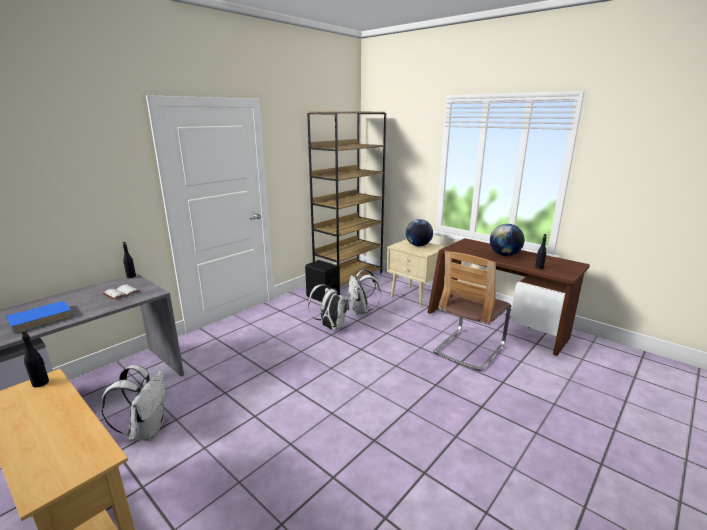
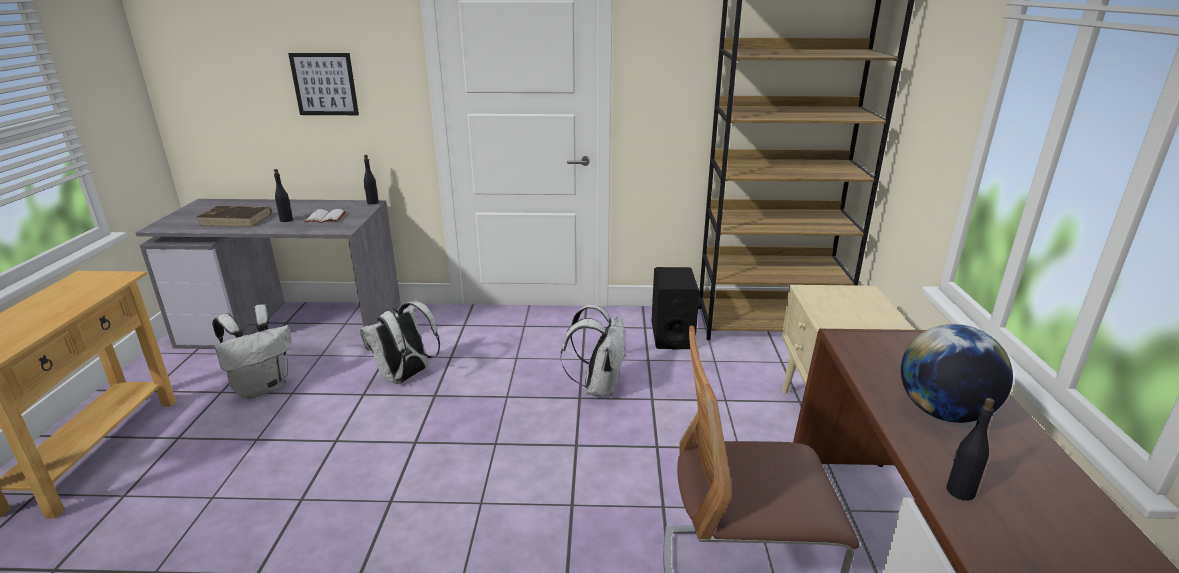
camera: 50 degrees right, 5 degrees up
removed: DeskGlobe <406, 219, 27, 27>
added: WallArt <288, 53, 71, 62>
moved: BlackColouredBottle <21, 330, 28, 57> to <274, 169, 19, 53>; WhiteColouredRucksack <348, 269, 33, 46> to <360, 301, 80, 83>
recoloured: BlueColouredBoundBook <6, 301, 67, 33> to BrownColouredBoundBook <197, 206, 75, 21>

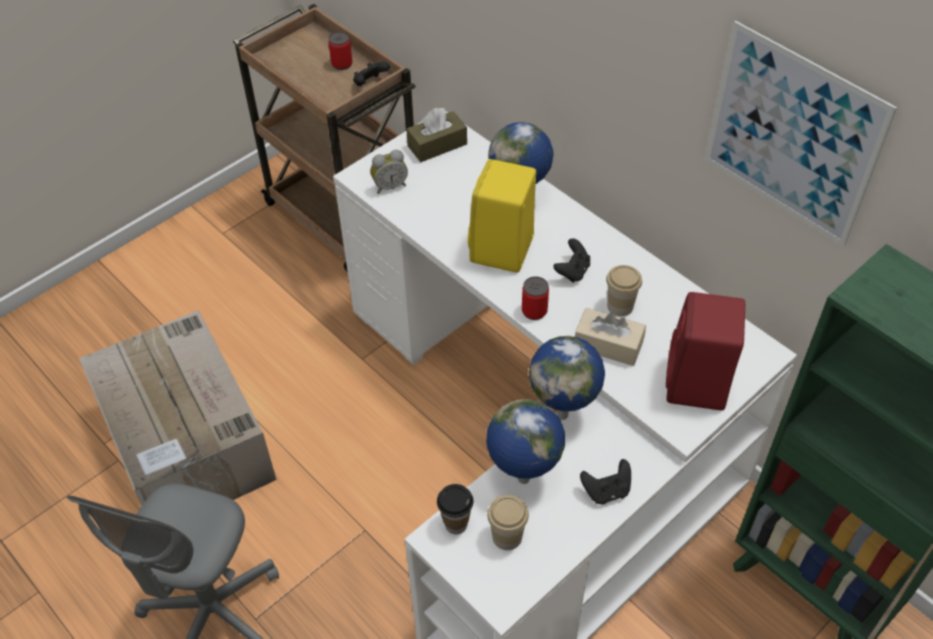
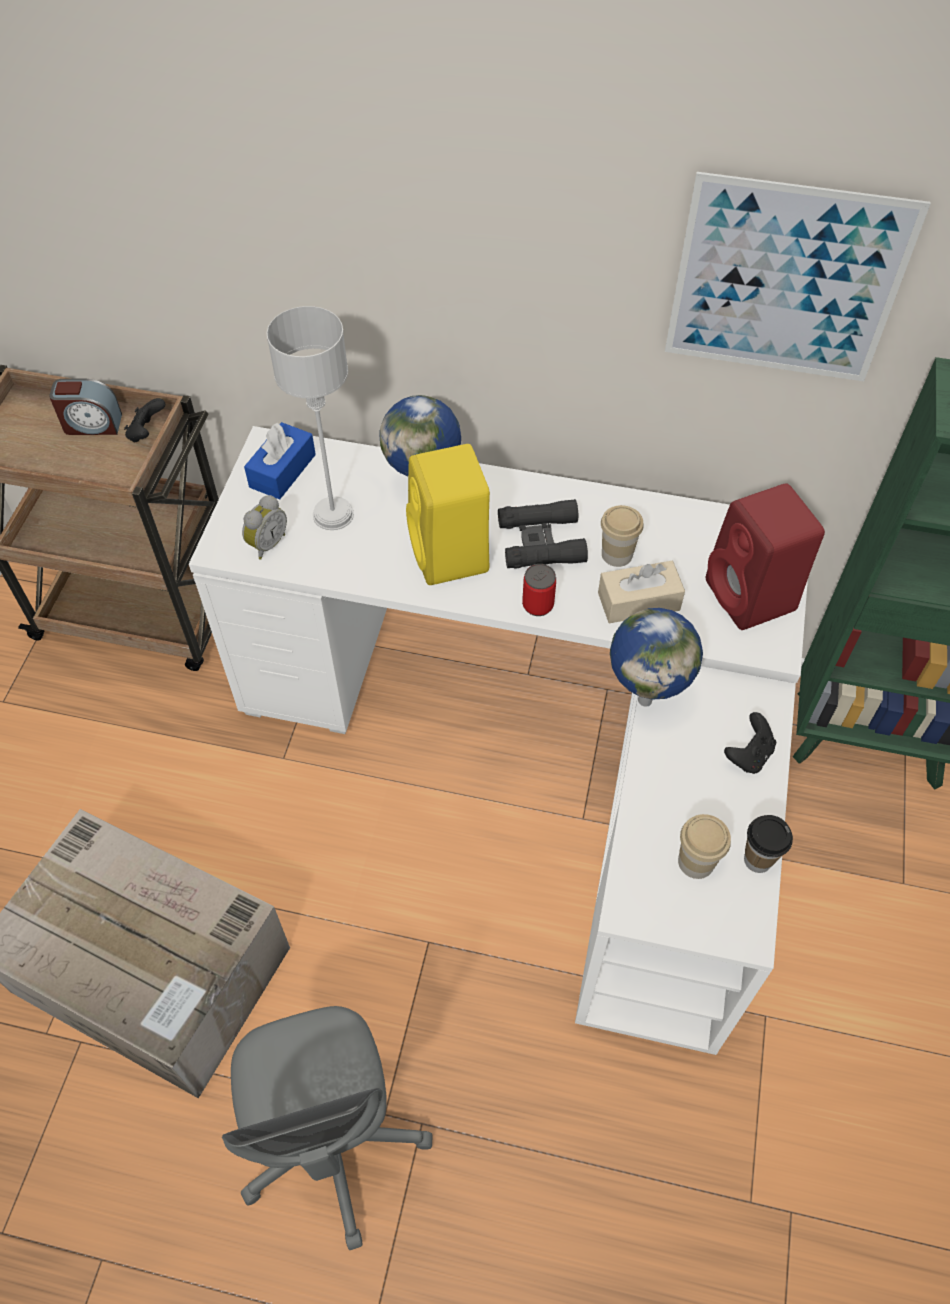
camera: 35 degrees left, 5 degrees up
removed: DeskGlobe <486, 399, 79, 85>
added: GreyLampForATable <267, 306, 87, 224>
moved: SmallCup <437, 484, 36, 50> to <744, 815, 49, 58>
replaced: MetalCan <328, 32, 24, 38> to AlarmClock <49, 379, 73, 56>; BlackColouredGameController <553, 238, 37, 45> to BlackColouredPairOfBinoculars <498, 499, 90, 69>
recoloured: BrownColouredTissueHolder <406, 108, 61, 54> to BlueColouredTissueHolder <244, 422, 72, 77>

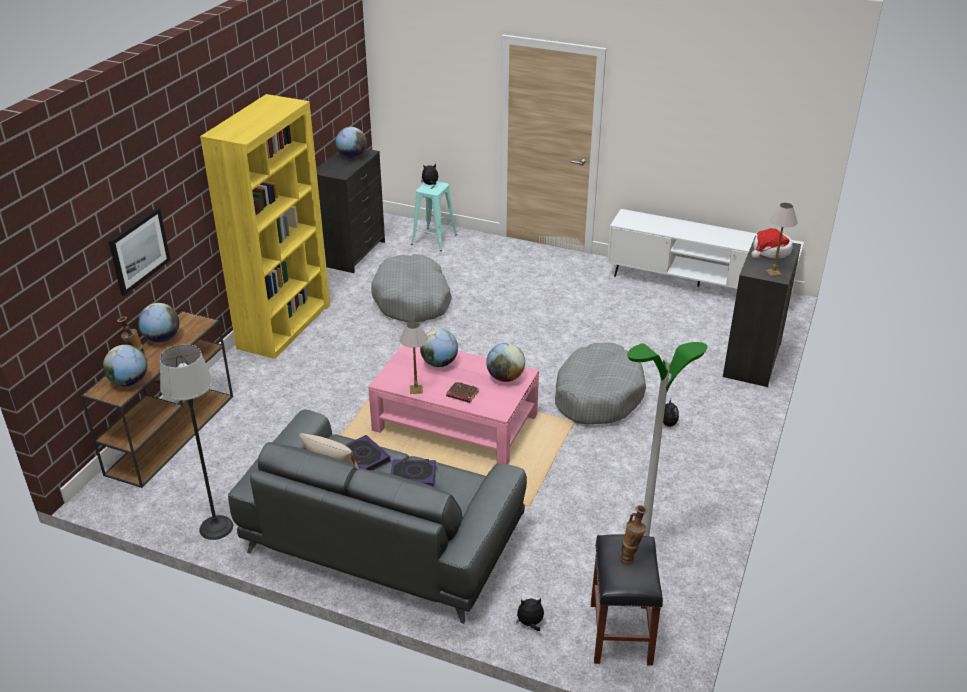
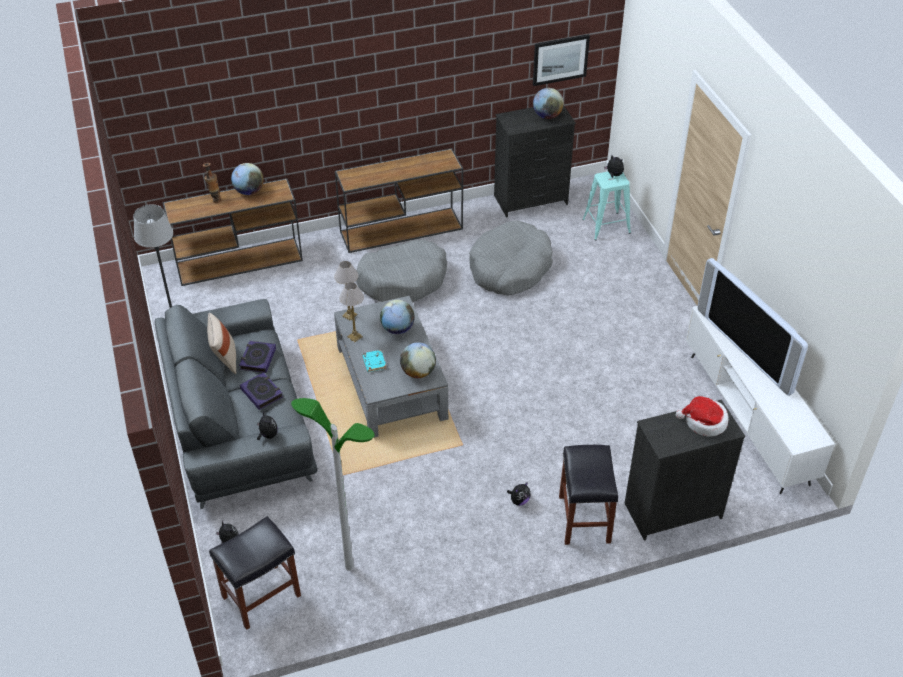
camera: 50 degrees right, 10 degrees up
removed: DeskGlobe <103, 345, 44, 42>; FlowerVase <620, 505, 27, 59>
added: CuddlyToy <257, 411, 21, 29>; BlackColouredSittingStool <559, 445, 59, 100>; Television <697, 258, 111, 138>
moved: WallArt <109, 208, 62, 88> to <533, 34, 57, 52>; GreyDogBed <555, 342, 91, 83> to <356, 240, 91, 62>; LampForATable <765, 203, 33, 74> to <334, 261, 24, 60>
replaced: YellowishBookcase <200, 94, 130, 265> to BrownColouredNarrowTable <335, 148, 128, 105>
recoloured: PinkishCoffeeTable <368, 345, 171, 119> to GreyCoffeeTable <334, 296, 114, 141>; BrownColouredBoundBook <446, 381, 33, 22> to BlueGreenBoundBook <362, 350, 25, 22>

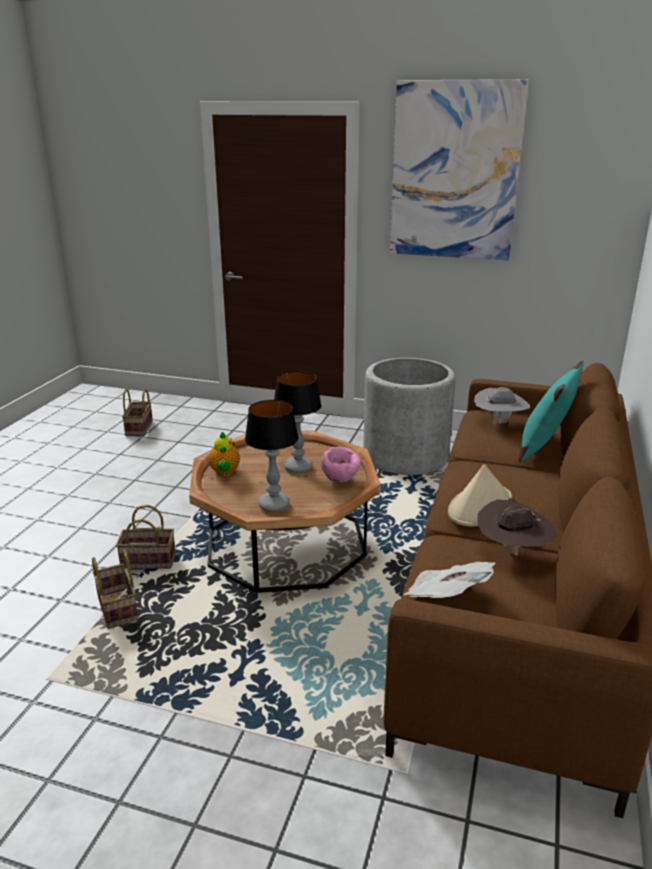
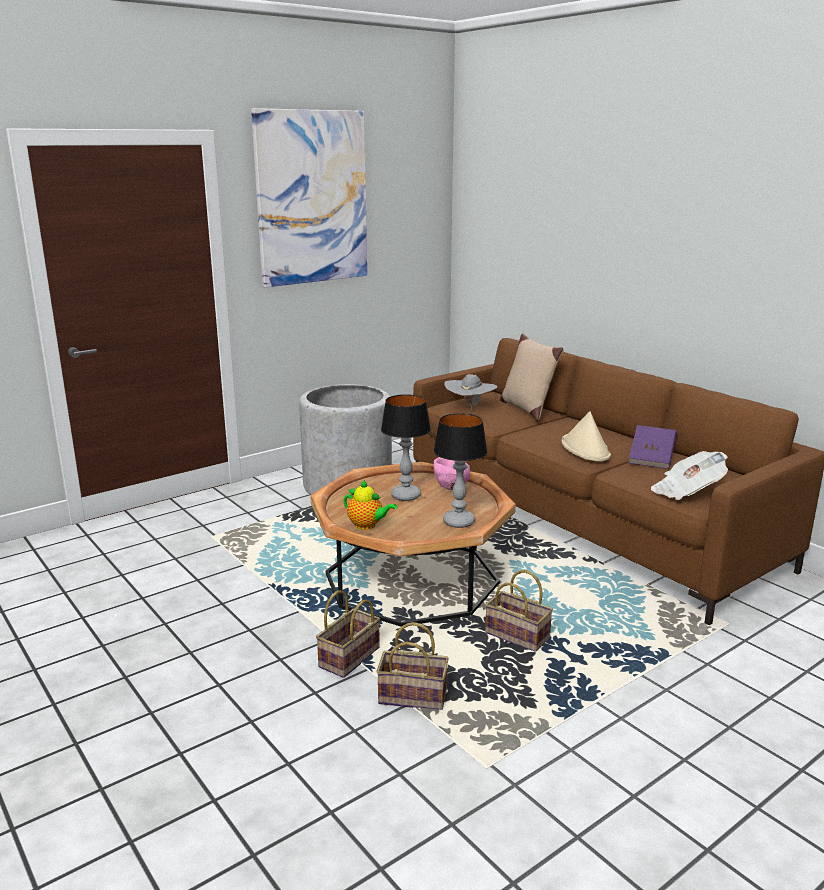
camera: 55 degrees left, 5 degrees down
moved: StorageBasket <122, 389, 31, 47> to <485, 570, 68, 82>
replaced: BrownColouredHat <478, 500, 80, 56> to PurpleBoundBook <629, 425, 48, 44>
recoloured: BlueGreenThrowPillow <519, 361, 65, 101> to BeigeColouredThrowPillow <500, 333, 64, 88>

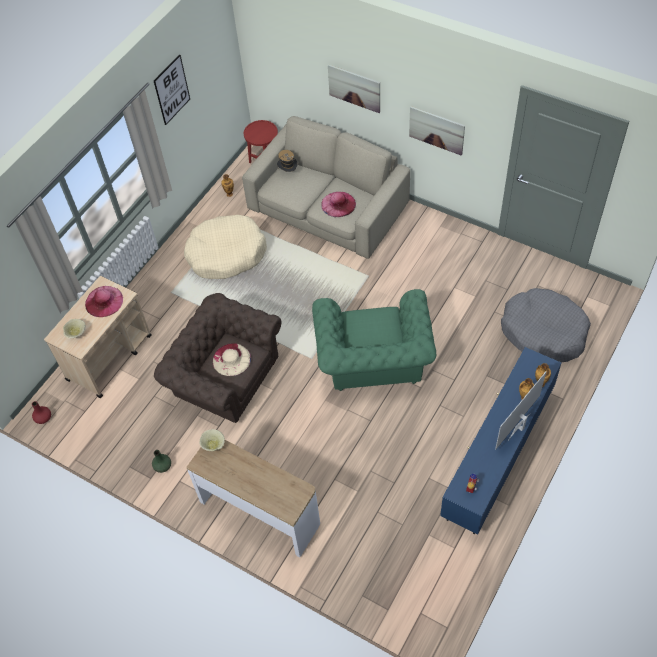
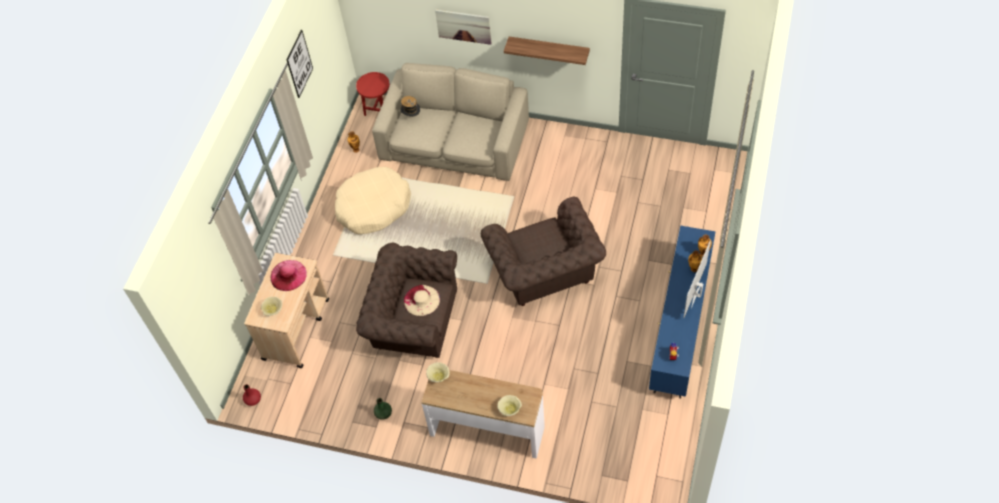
camera: 15 degrees left, 0 degrees up
removed: PinkishHat <321, 192, 35, 25>; GreyDogBed <501, 288, 90, 75>
added: BeigeColouredDeepDish <497, 395, 25, 21>
replaced: WallArt <409, 106, 56, 50> to WallShelf <504, 37, 86, 28>
recoloured: GreenishArmchair <312, 289, 124, 102> to BrownColouredArmchair <481, 197, 125, 109>

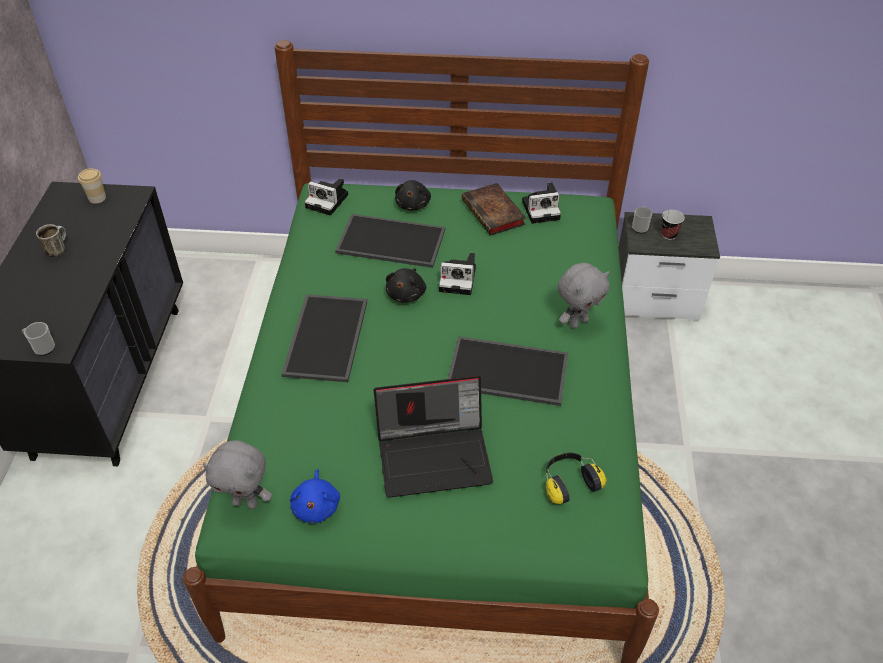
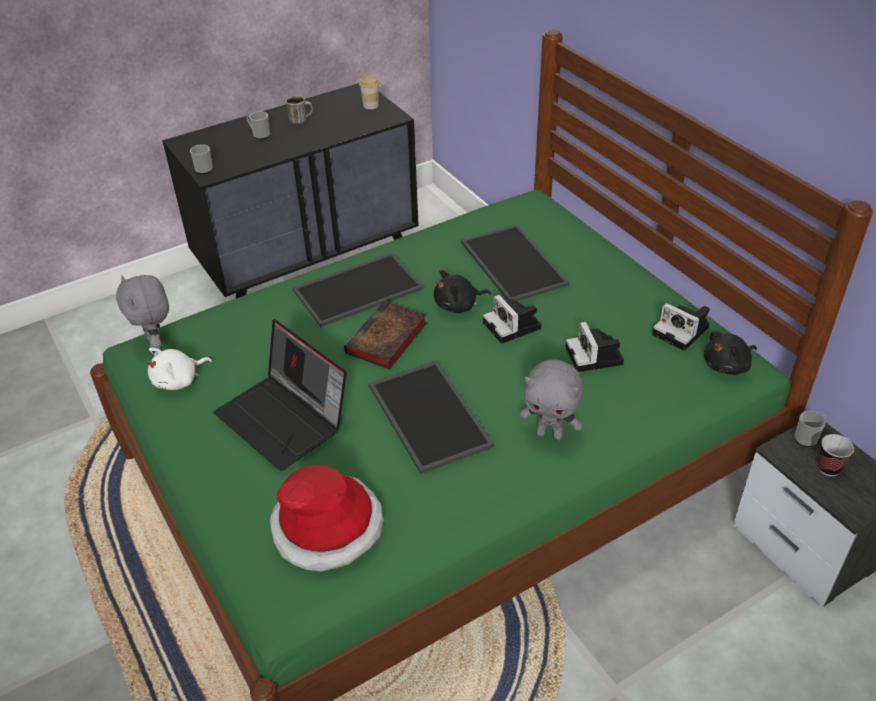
camera: 55 degrees right, 5 degrees down
added: TeaMug <246, 111, 24, 28>
moved: PhotoCamera <304, 178, 44, 38> to <566, 322, 58, 50>; BlackColouredCuddlyToy <395, 180, 36, 31> to <704, 331, 53, 44>; BoundBook <462, 183, 64, 53> to <344, 300, 83, 70>
replaced: Headset <546, 453, 60, 51> to Hat <270, 465, 113, 106>
recoloured: BlueColouredCuddlyToy <290, 469, 50, 54> to WhiteColouredCuddlyToy <146, 348, 66, 42>

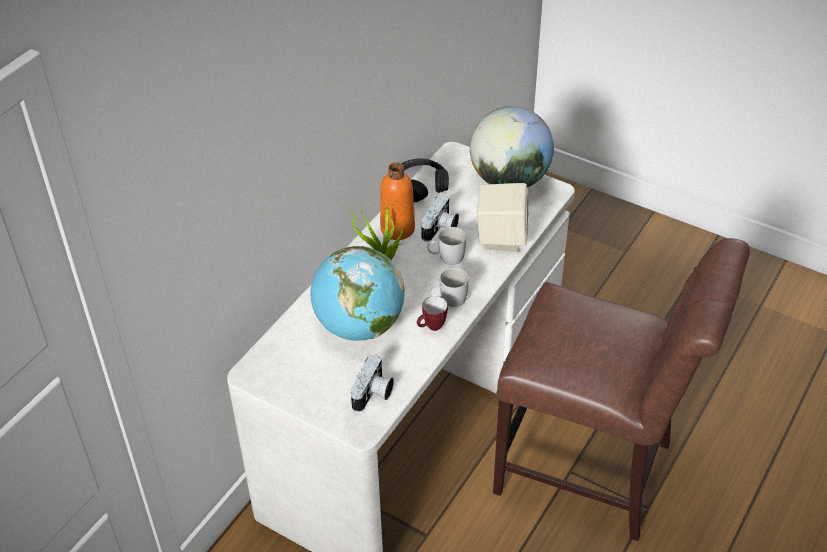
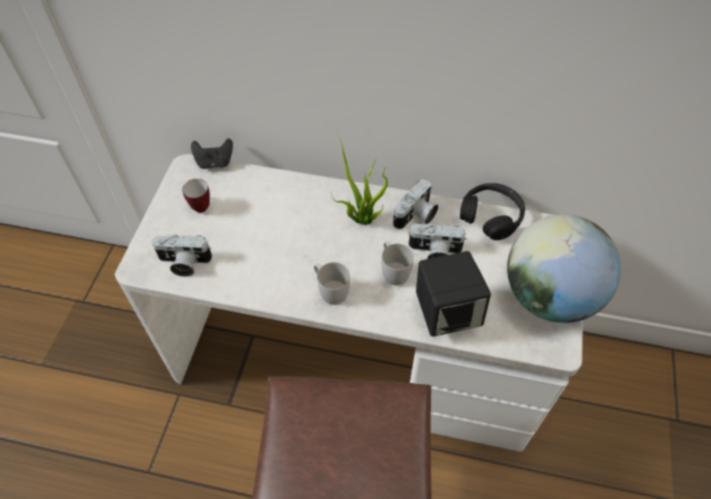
camera: 70 degrees right, 10 degrees up
removed: DeskGlobe <311, 246, 93, 95>
added: BlackColouredGameController <191, 138, 42, 31>
moved: TeaMug <417, 296, 31, 35> to <182, 179, 28, 34>
replaced: OrangeBottle <380, 162, 35, 78> to PhotoCamera <393, 179, 45, 50>
recoloured: BeigeColouredAudioSpeaker <477, 183, 52, 70> to BlackColouredAudioSpeaker <416, 251, 75, 86>

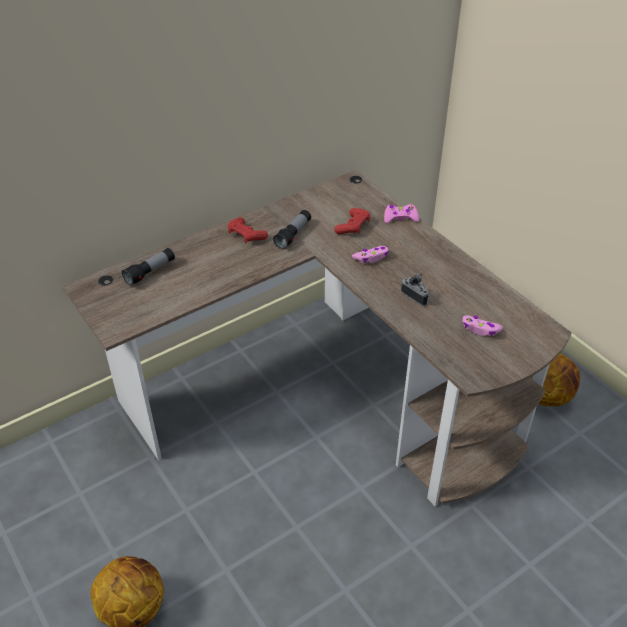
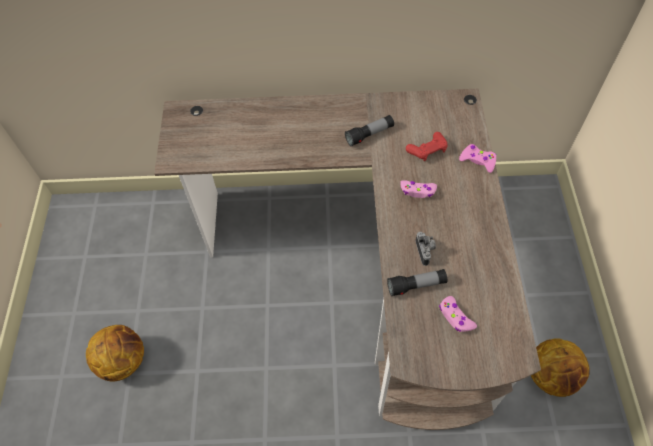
camera: 35 degrees right, 15 degrees up
removed: RedGameController <227, 217, 41, 26>
moved: Torch <122, 248, 53, 38> to <387, 269, 60, 28>

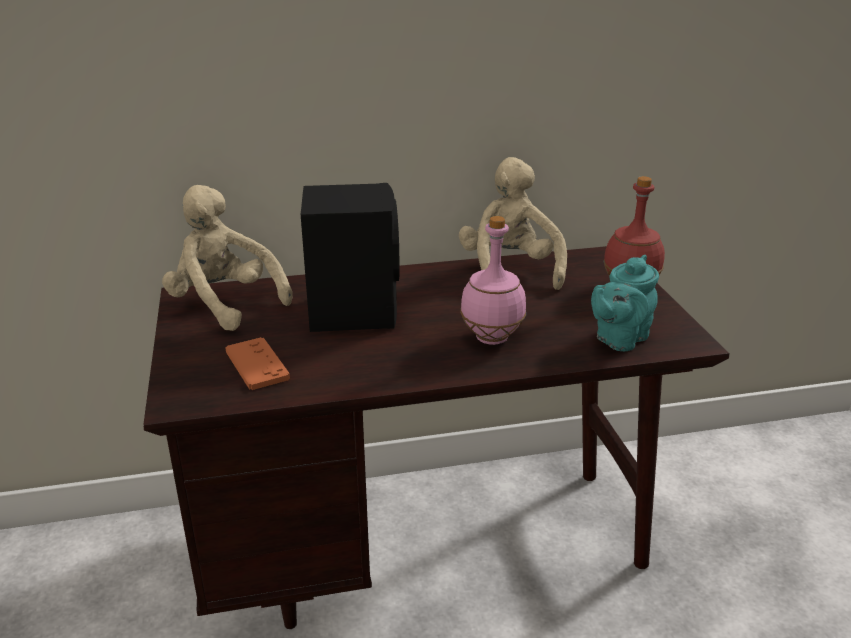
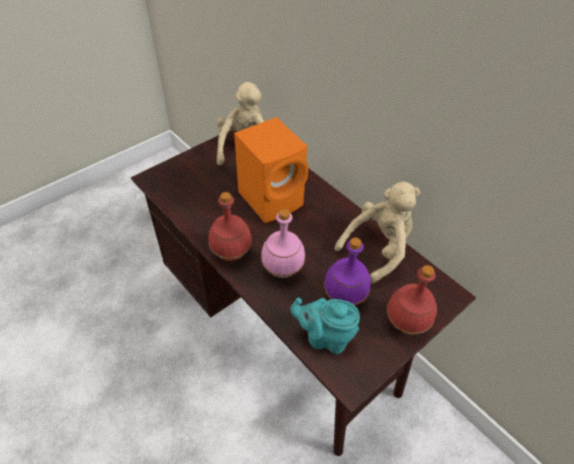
camera: 60 degrees right, 20 degrees up
removed: OrangeGameController <225, 337, 65, 53>
added: RedBottle <208, 192, 44, 69>; PurpleBottle <324, 238, 47, 67>
recoloured: BlackColouredAudioSpeaker <301, 183, 99, 149> to OrangeAudioSpeaker <234, 117, 75, 106>

